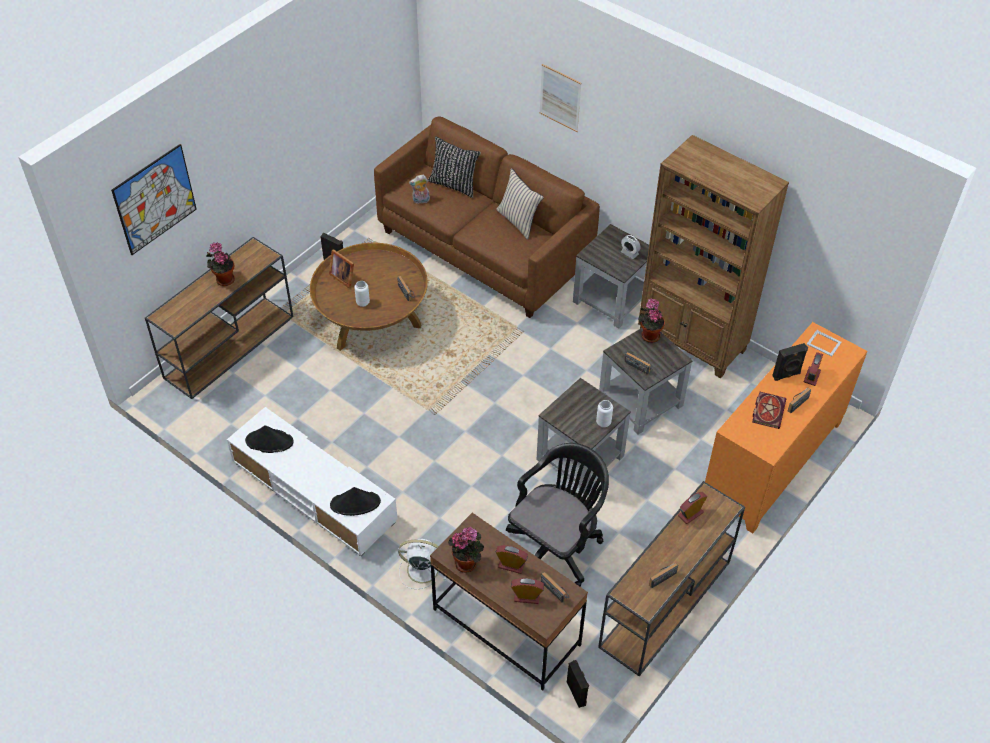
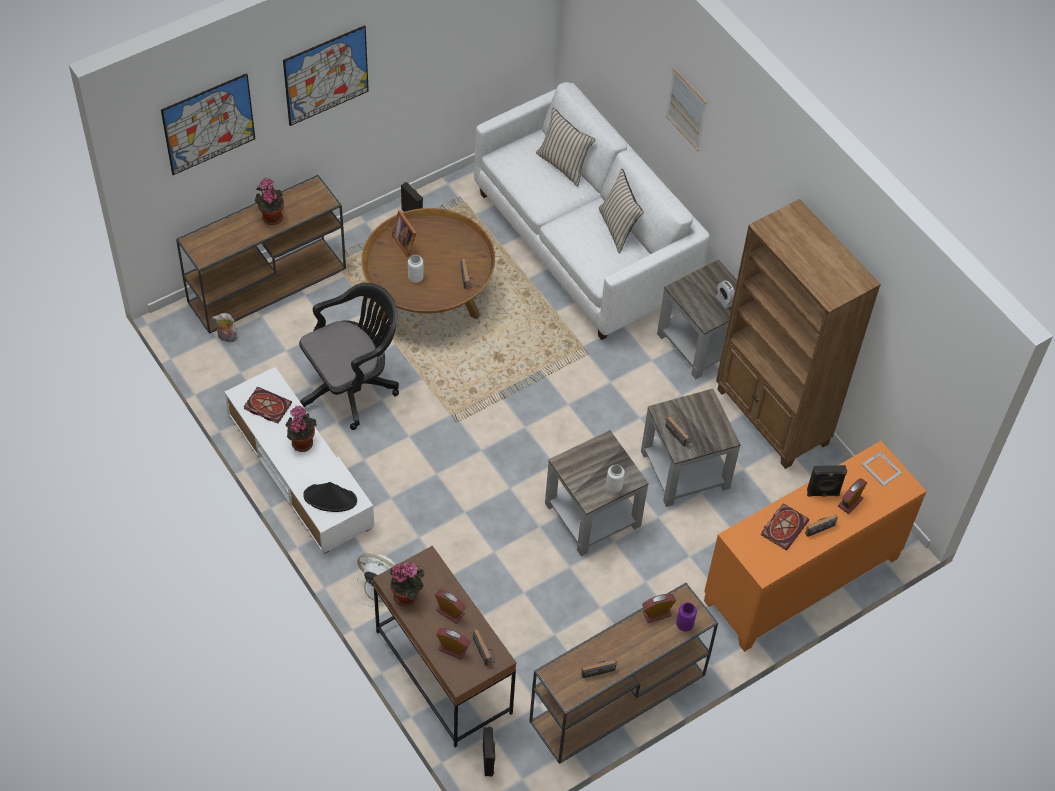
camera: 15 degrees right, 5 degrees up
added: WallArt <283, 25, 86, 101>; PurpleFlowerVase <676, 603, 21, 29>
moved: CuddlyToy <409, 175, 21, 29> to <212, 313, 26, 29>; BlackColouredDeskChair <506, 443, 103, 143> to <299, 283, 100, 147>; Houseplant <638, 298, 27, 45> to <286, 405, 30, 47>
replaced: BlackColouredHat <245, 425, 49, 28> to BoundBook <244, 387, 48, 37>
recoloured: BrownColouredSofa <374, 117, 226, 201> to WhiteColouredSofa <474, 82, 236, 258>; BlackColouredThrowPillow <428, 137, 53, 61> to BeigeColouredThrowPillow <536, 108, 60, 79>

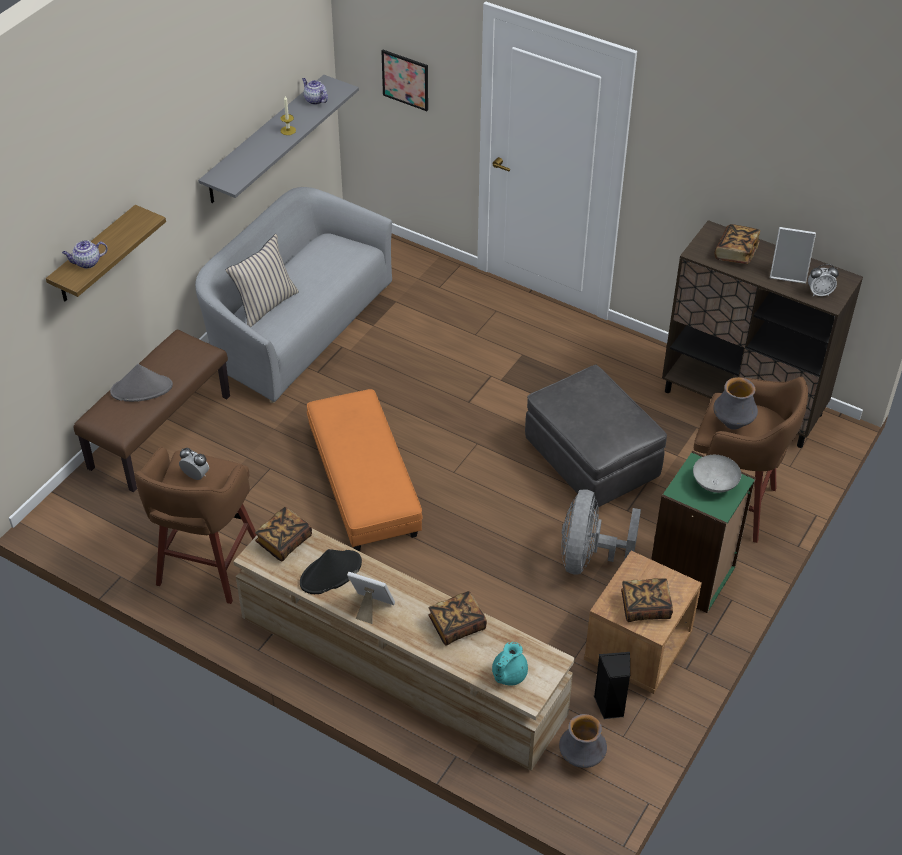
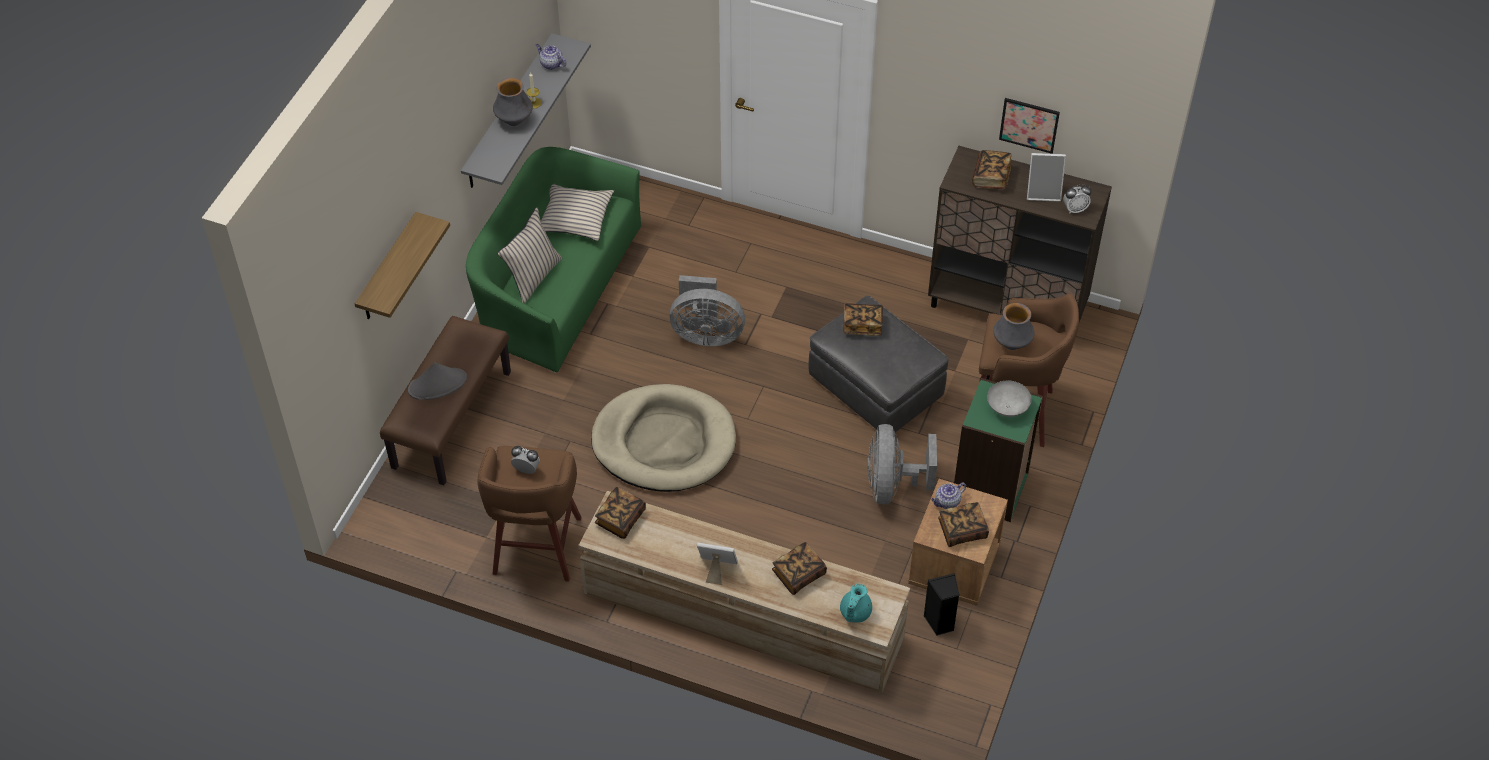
camera: 10 degrees left, 5 degrees up
removed: BlackColouredHat <300, 549, 62, 45>
added: BeigeColouredThrowPillow <541, 184, 73, 57>; GreyElectricFan <670, 275, 75, 71>; BoundBook <843, 303, 40, 33>
moved: Teapot <62, 240, 46, 29> to <931, 483, 35, 26>; WallArt <381, 50, 47, 61> to <999, 98, 61, 56>; FlowerVase <559, 714, 48, 54> to <493, 78, 40, 48>
replaced: OrangeOttoman <307, 389, 115, 162> to BeigeColouredDogBed <591, 384, 145, 108>
recoloured: GreySofa <195, 187, 197, 216> to GreenishSofa <466, 147, 175, 226>

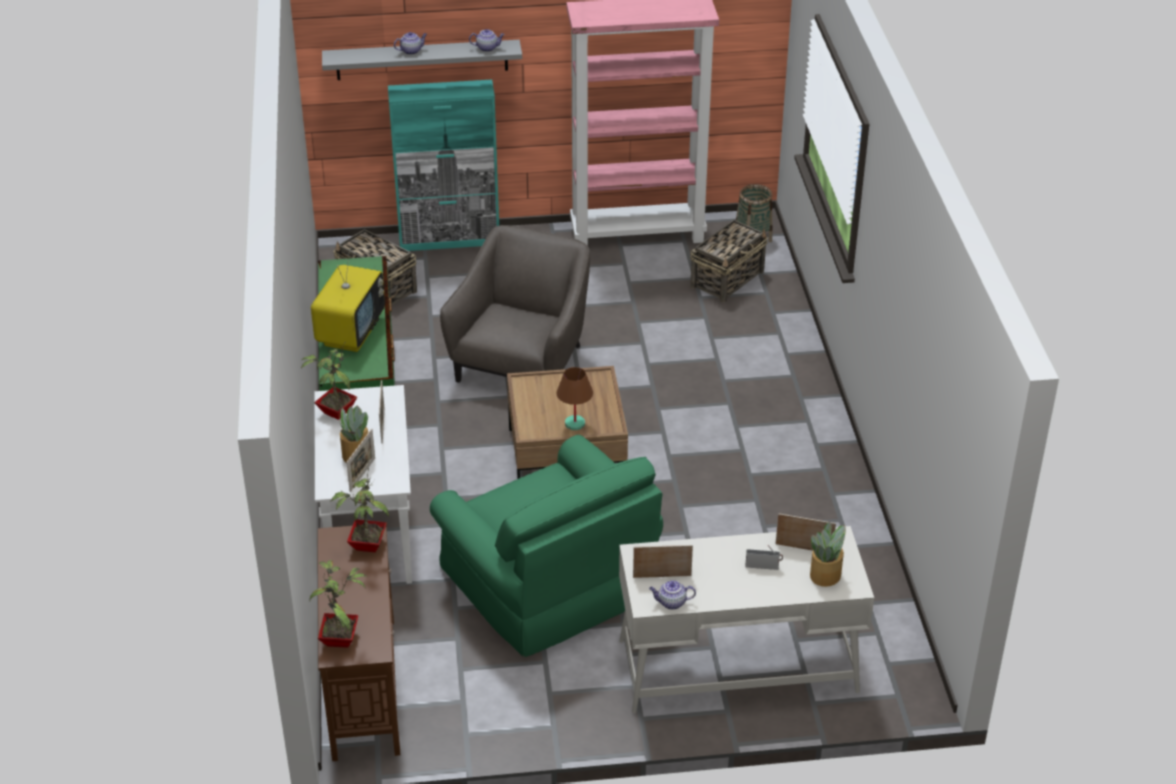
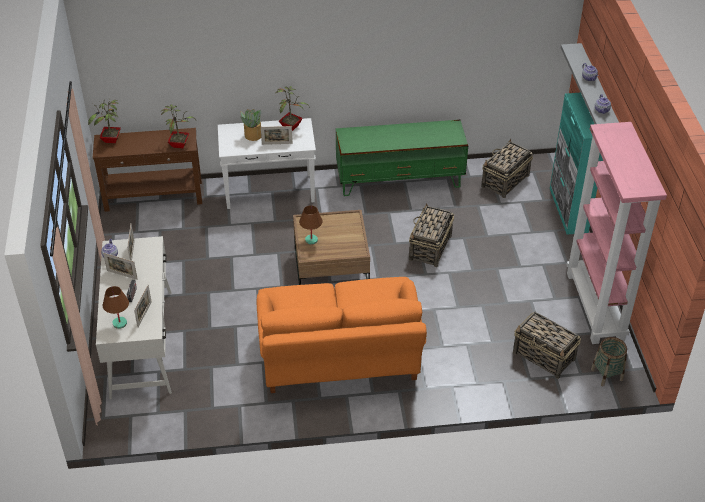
camera: 90 degrees right, 5 degrees up
removed: Television <311, 249, 74, 103>; GreenishArmchair <430, 435, 233, 222>
added: OrangeSofa <257, 277, 170, 116>
moved: PictureFrame <346, 429, 29, 63> to <103, 253, 35, 27>
replaced: GreyArmchair <440, 225, 150, 158> to StorageBasket <409, 203, 45, 64>; Houseplant <810, 522, 36, 65> to BrownColouredLampForATable <103, 286, 26, 43>

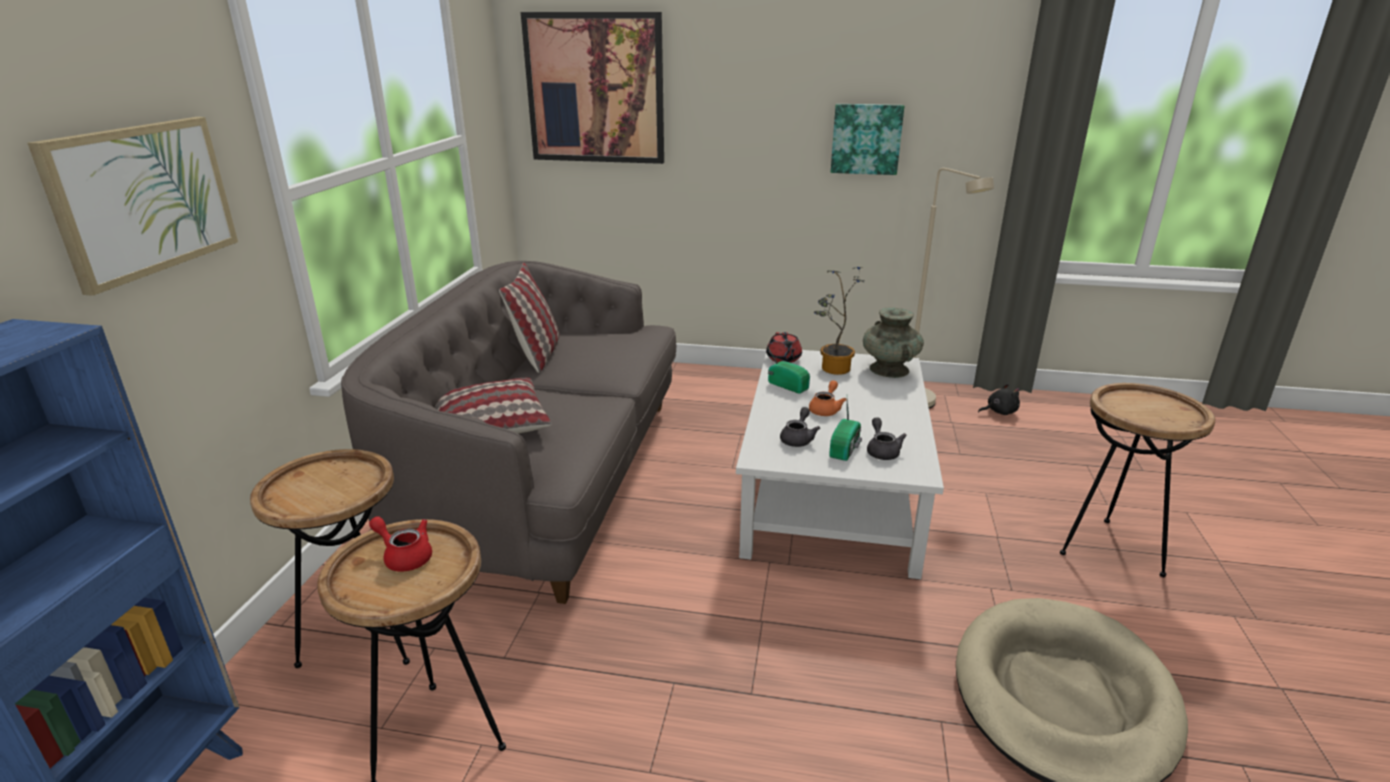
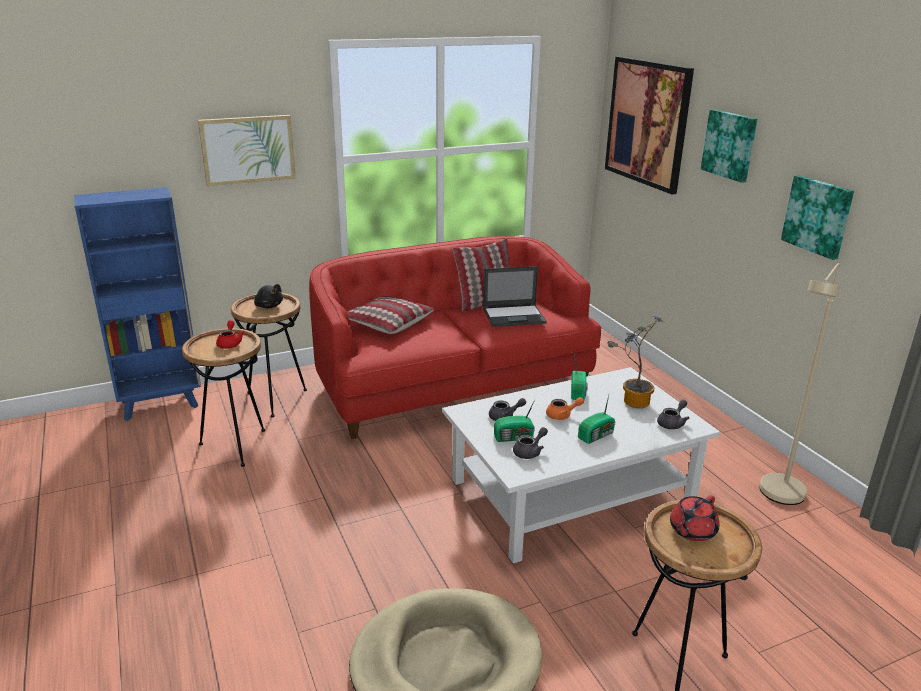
camera: 55 degrees right, 0 degrees up
added: PortableComputer <483, 266, 64, 61>; RadioReceiver <578, 395, 37, 49>; WallArt <701, 109, 56, 74>
moved: RedTeapot <766, 332, 36, 31> to <670, 495, 50, 46>; BlackColouredCuddlyToy <978, 384, 42, 31> to <254, 284, 29, 24>
replaced: BlueGreenFlowerVase <863, 307, 61, 71> to GreyTeapot <657, 400, 33, 30>
recoloured: GreySofa <341, 261, 335, 343> to RedSofa <309, 236, 292, 203>

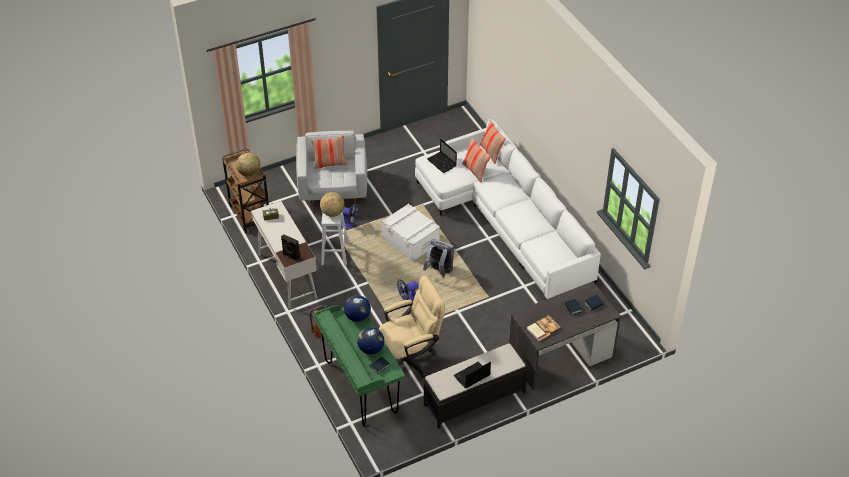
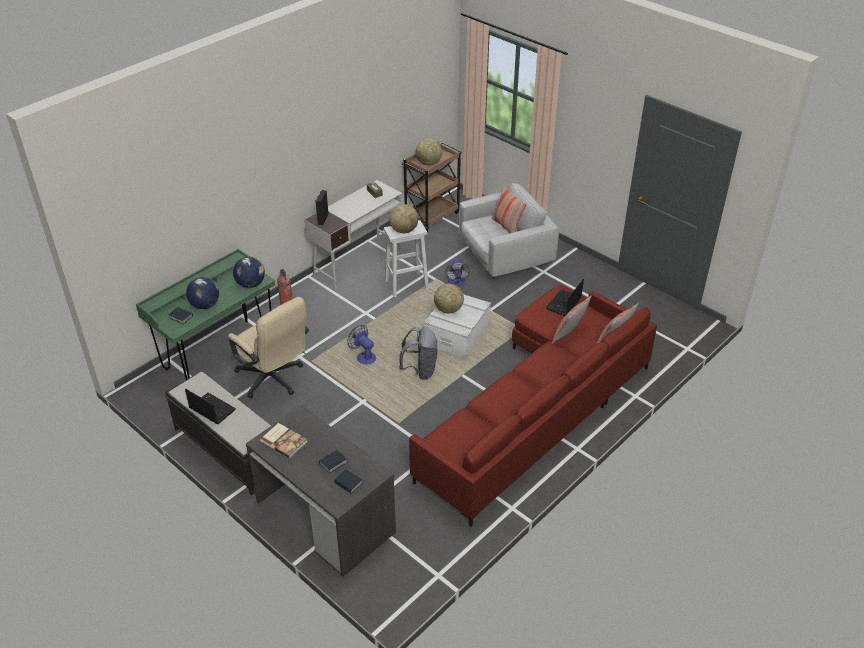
camera: 70 degrees right, 5 degrees down
added: DeskGlobe <434, 284, 30, 29>
recoloured: WhiteColouredSofa <415, 119, 186, 180> to RedSofa <409, 285, 248, 242>

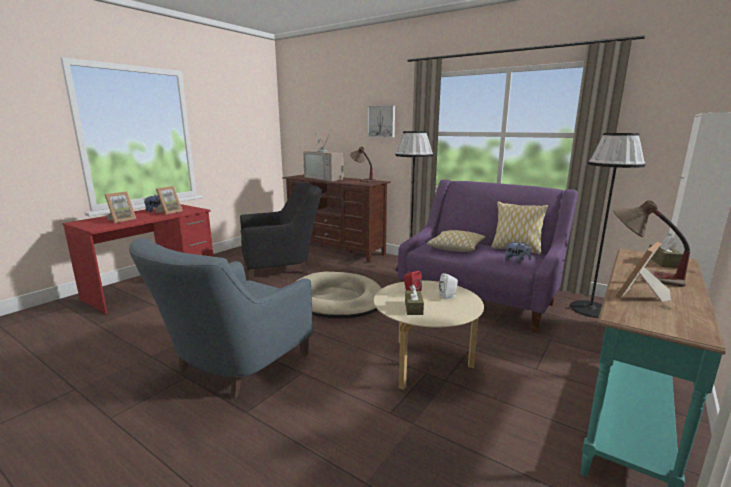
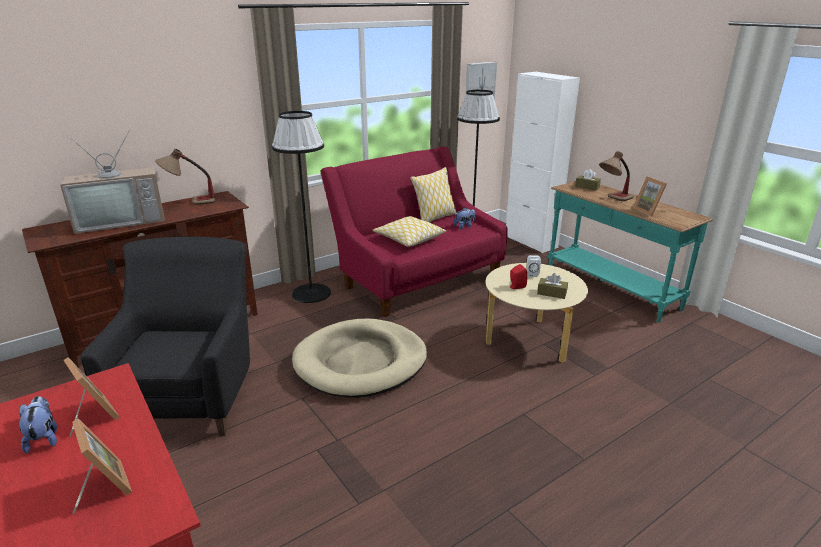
camera: 70 degrees left, 10 degrees up
removed: BlueColouredArmchair <129, 238, 184, 161>
moved: WallArt <367, 105, 28, 33> to <466, 62, 31, 37>
recoloured: PurpleSofa <398, 179, 180, 153> to RedSofa <320, 146, 188, 171>

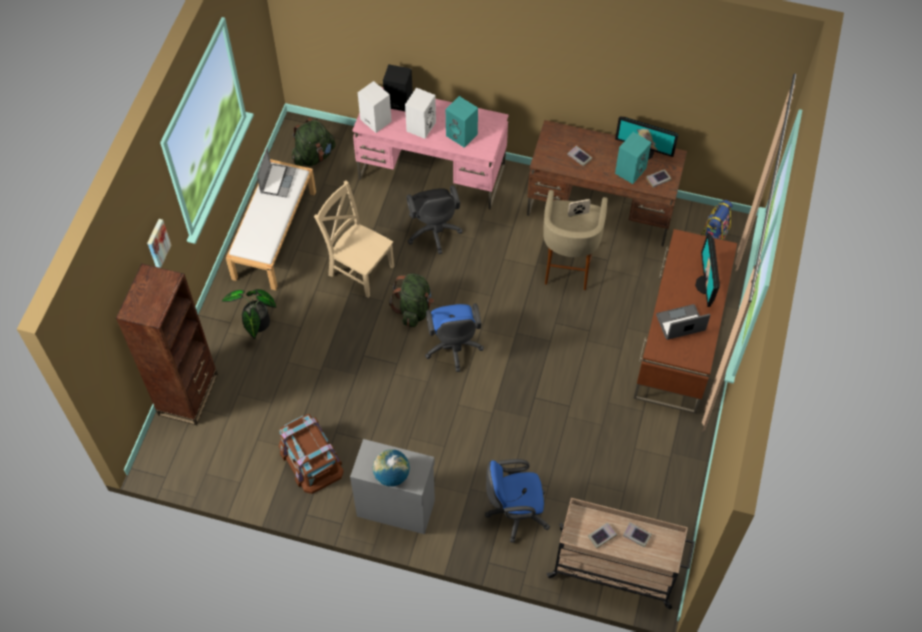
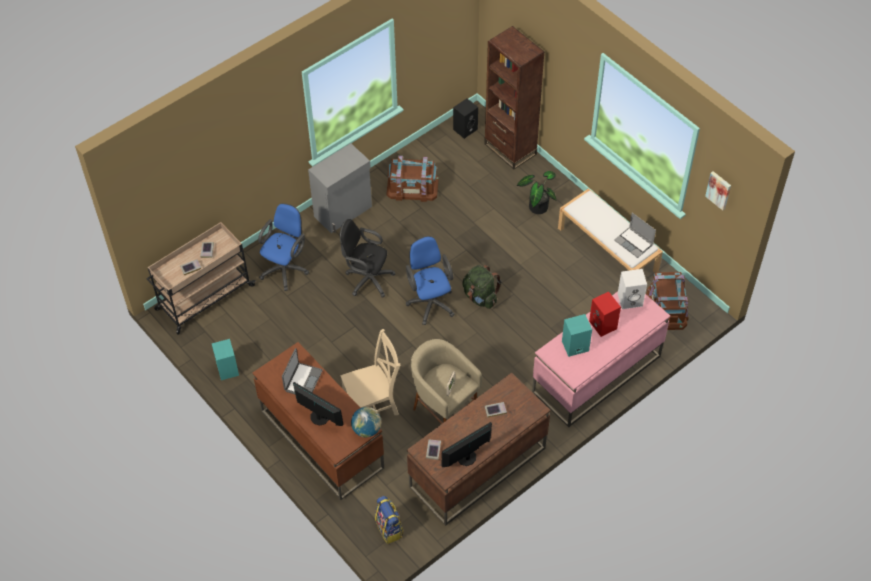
camera: 125 degrees right, 5 degrees down
moved: WallArt <147, 219, 24, 49> to <705, 171, 26, 40>; BeigeColouredUprightChair <314, 180, 80, 118> to <341, 329, 59, 86>; DeskGlobe <373, 449, 37, 38> to <351, 407, 30, 30>; BlackColouredAudioSpeaker <383, 64, 30, 47> to <453, 98, 25, 41>; BlackColouredDeskChair <407, 185, 55, 69> to <340, 219, 55, 79>; BlueGreenAudioSpeaker <615, 132, 36, 52> to <212, 339, 27, 41>
replaced: GreenishRucksack <292, 118, 44, 48> to BrownColouredStorageBox <646, 272, 42, 58>
recoloured: WhiteColouredAudioSpeaker <405, 88, 31, 51> to RedAudioSpeaker <589, 292, 32, 45>
turned: BlueColouredDeskChair <425, 303, 59, 69> = <406, 236, 49, 89> 45 degrees clockwise

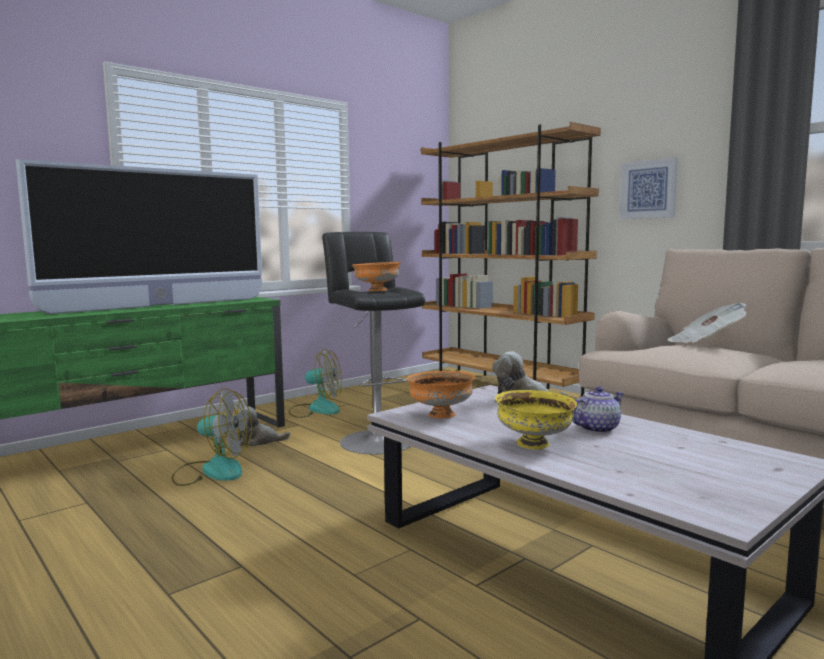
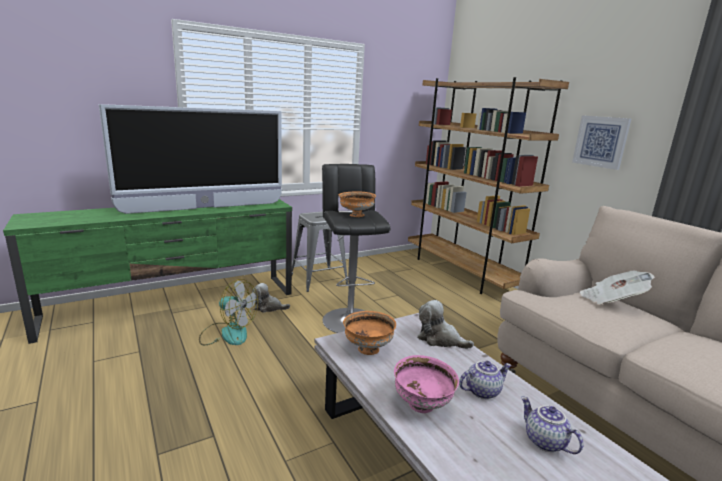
camera: 10 degrees right, 10 degrees up
added: Teapot <521, 397, 62, 57>
replaced: ElectricFan <289, 349, 53, 69> to GreySittingStool <292, 211, 56, 81>
recoloured: YellowishDeepDish <495, 390, 82, 59> to PinkishDeepDish <394, 355, 65, 58>

